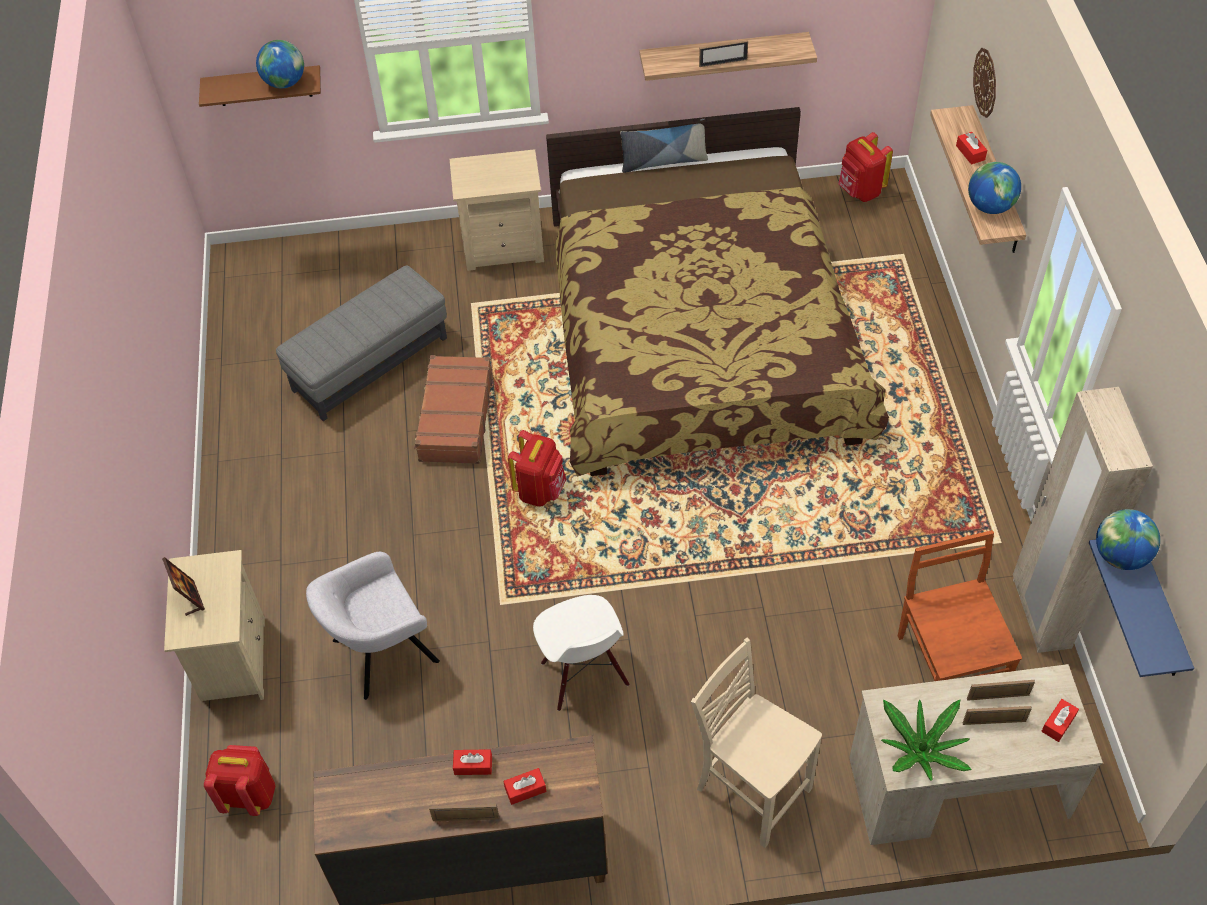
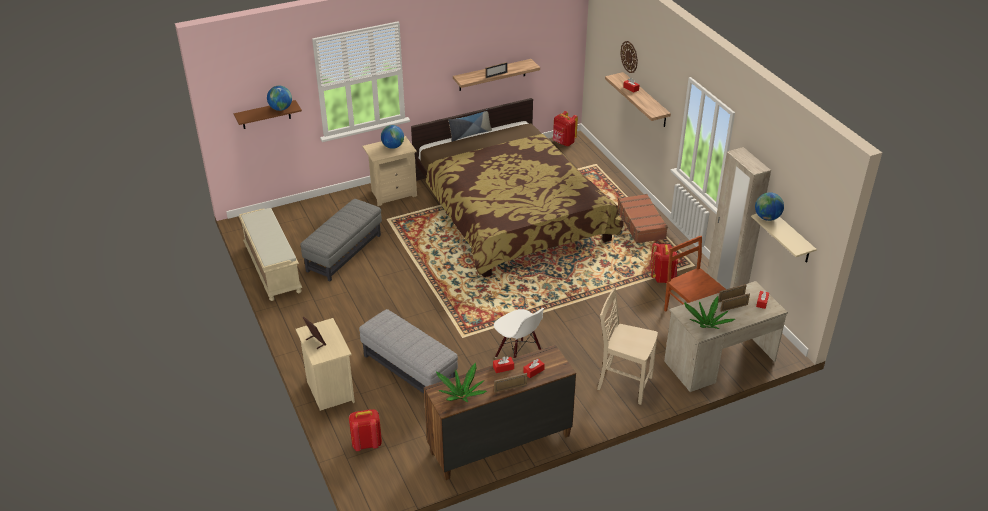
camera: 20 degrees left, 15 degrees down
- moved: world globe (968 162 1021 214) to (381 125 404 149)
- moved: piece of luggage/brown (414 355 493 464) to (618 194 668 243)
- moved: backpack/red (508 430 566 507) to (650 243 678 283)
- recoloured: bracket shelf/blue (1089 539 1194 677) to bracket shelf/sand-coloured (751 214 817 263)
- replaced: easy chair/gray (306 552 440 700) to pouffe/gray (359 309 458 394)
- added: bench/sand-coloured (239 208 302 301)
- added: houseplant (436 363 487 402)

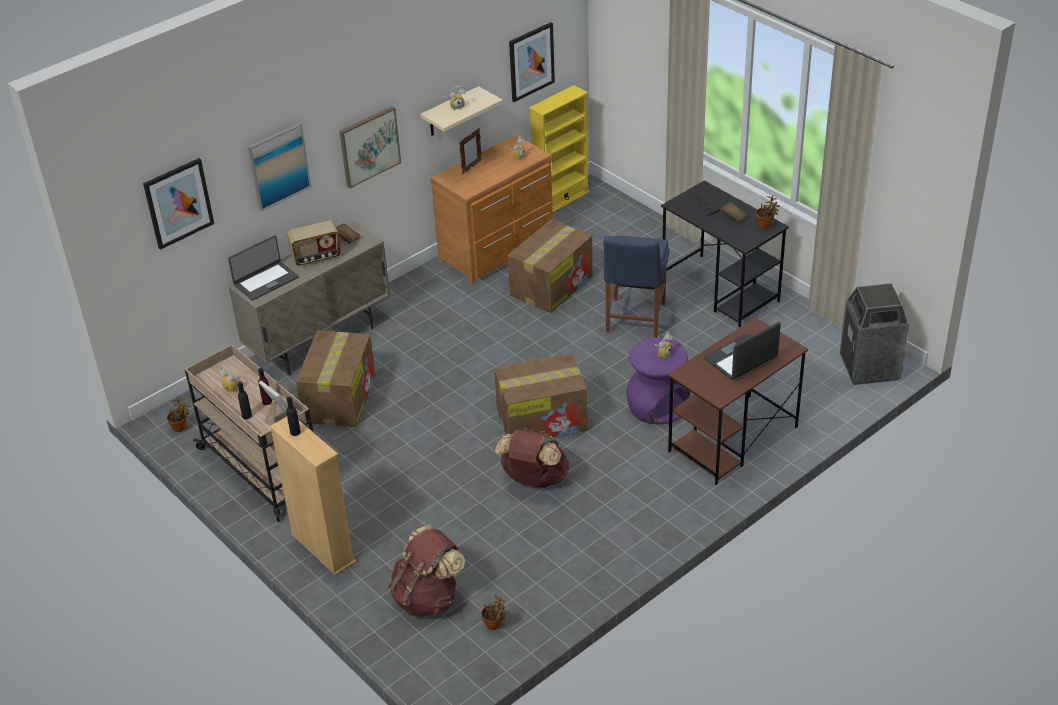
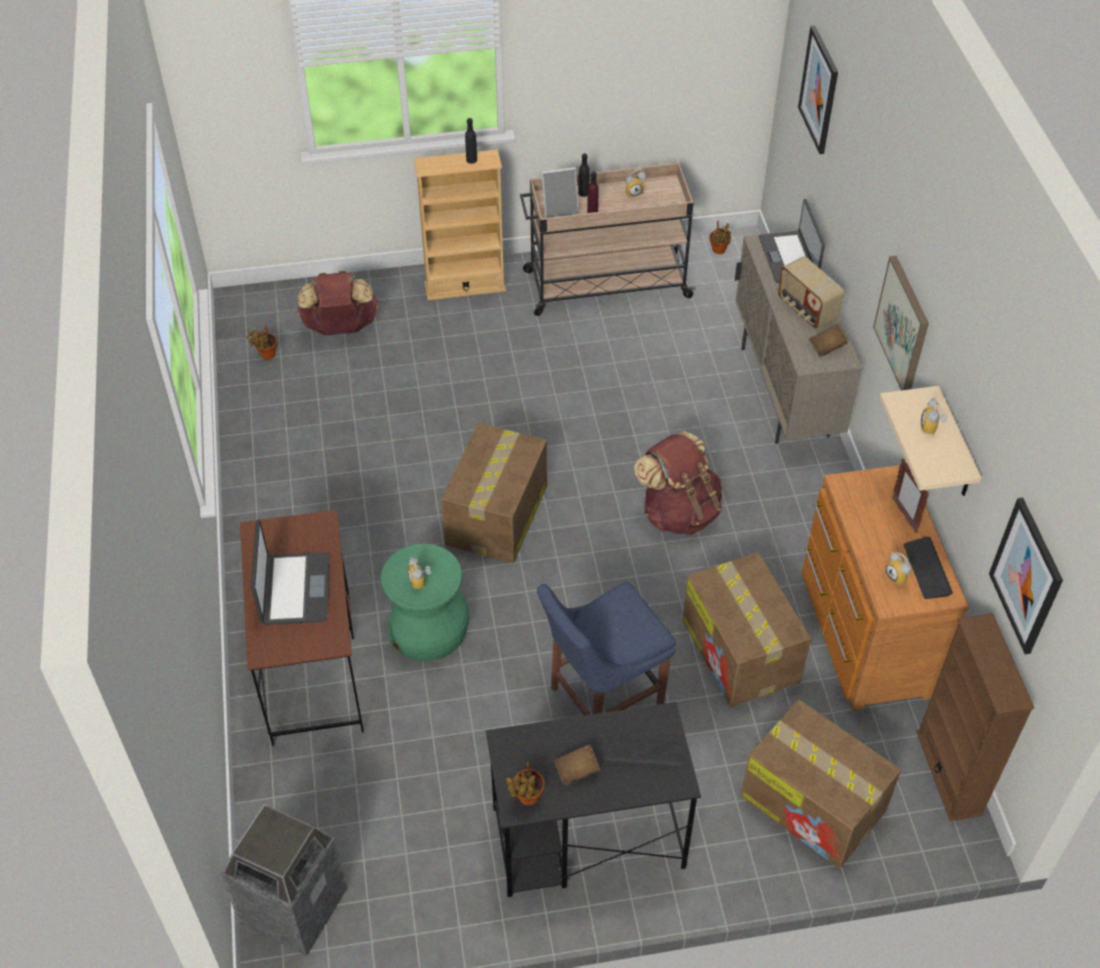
camera: 120 degrees right, 10 degrees up
- recoloured: bookshelf/yellowish (529 85 589 212) to bookshelf/brown (916 613 1034 821)
- removed: wall art (248 123 311 211)
- turned: radio receiver (287 220 341 266) = (778 256 844 329) 45 degrees counterclockwise
- turned: upright chair/blue (603 236 669 337) = (537 582 676 716) 75 degrees counterclockwise
- moved: carton (296 330 376 427) to (741 699 901 869)
- recoloured: stool seat/purple (626 337 690 425) to stool seat/green (380 543 469 661)
- moved: backpack/brown (495 428 570 488) to (634 431 722 535)
- added: keyboard (904 537 953 599)

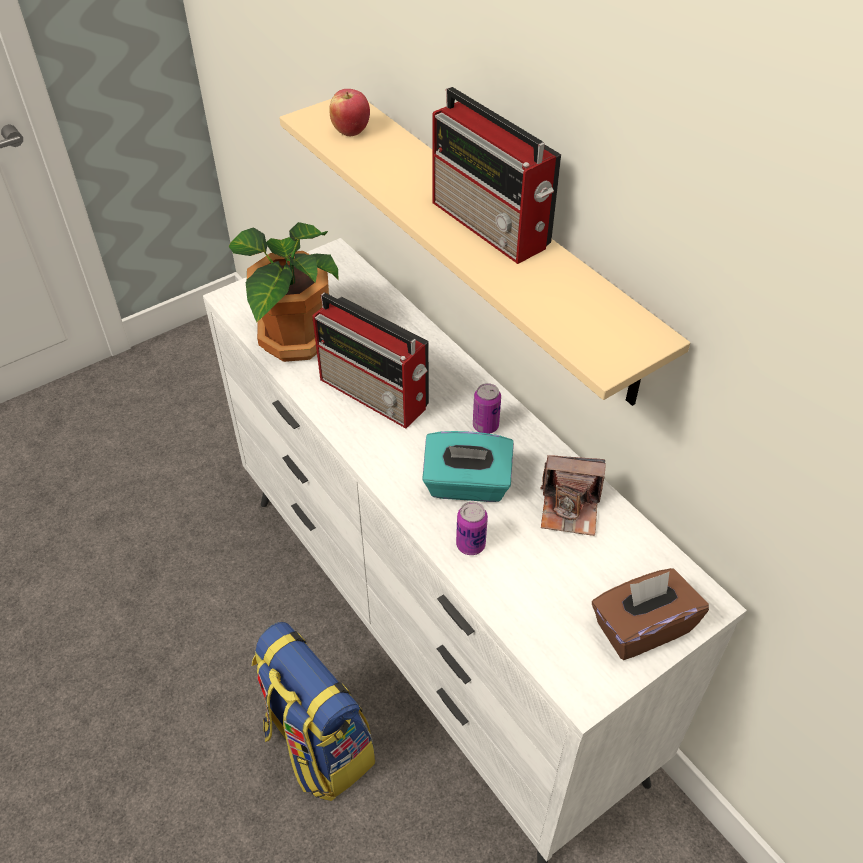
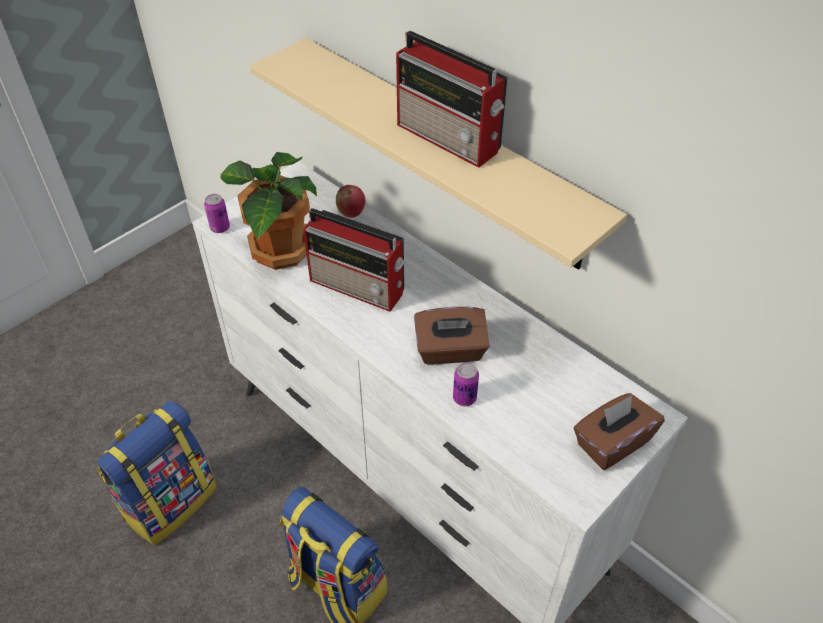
camera: 10 degrees left, 0 degrees up
- moved: whole apple (329 89 370 136) to (336 185 365 218)
- moved: metal can (473 383 501 434) to (204 194 230 233)
- recoloured: tissue box/turquoise (422 431 514 502) to tissue box/brown (414 307 489 364)
- removed: photo camera (540 455 606 536)
- added: backpack (97 400 217 545)

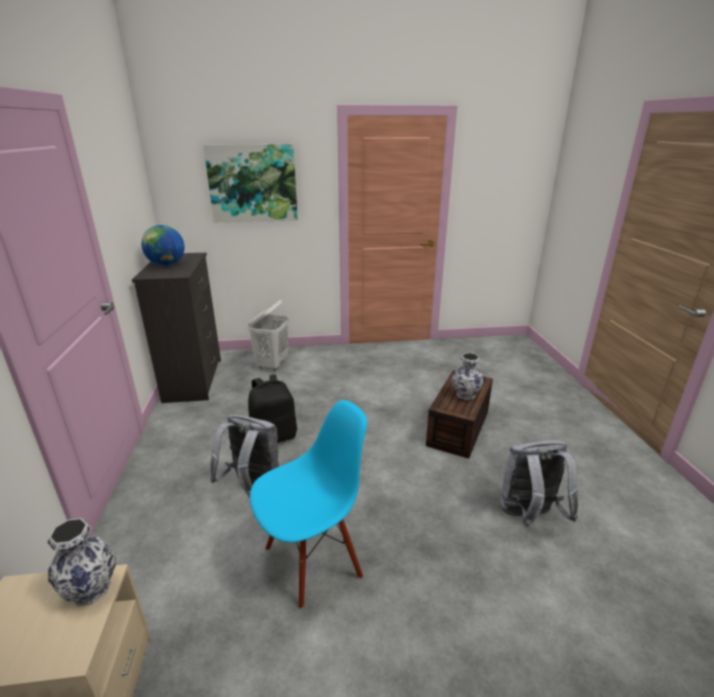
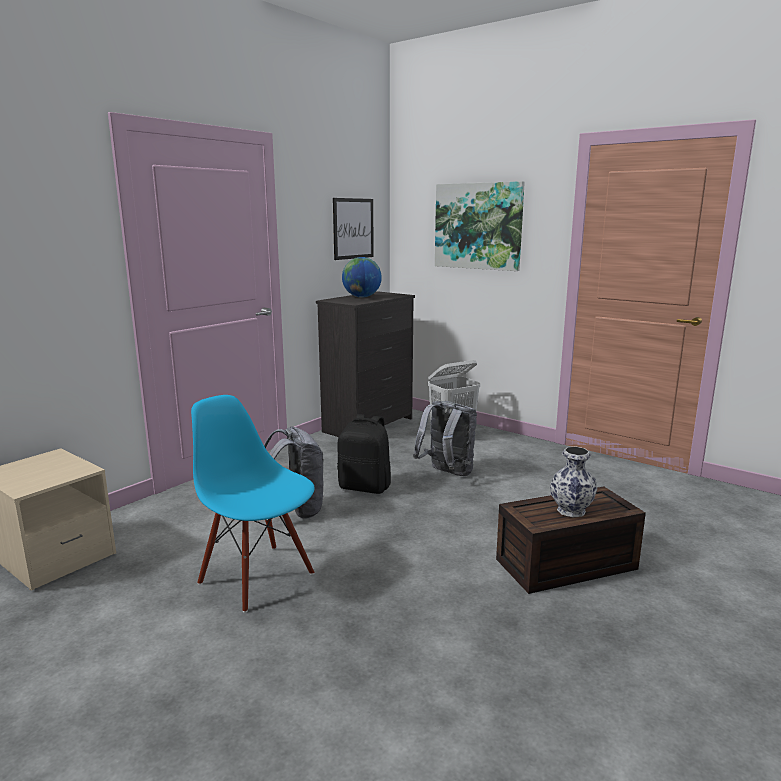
camera: 45 degrees right, 10 degrees down
- turned: upright chair/blue (250 400 367 609) = (191 395 315 613) 150 degrees counterclockwise
- moved: backpack/gray (500 440 578 527) to (413 401 477 476)
- removed: vase (47 518 116 606)
- added: wall art (333 198 374 260)

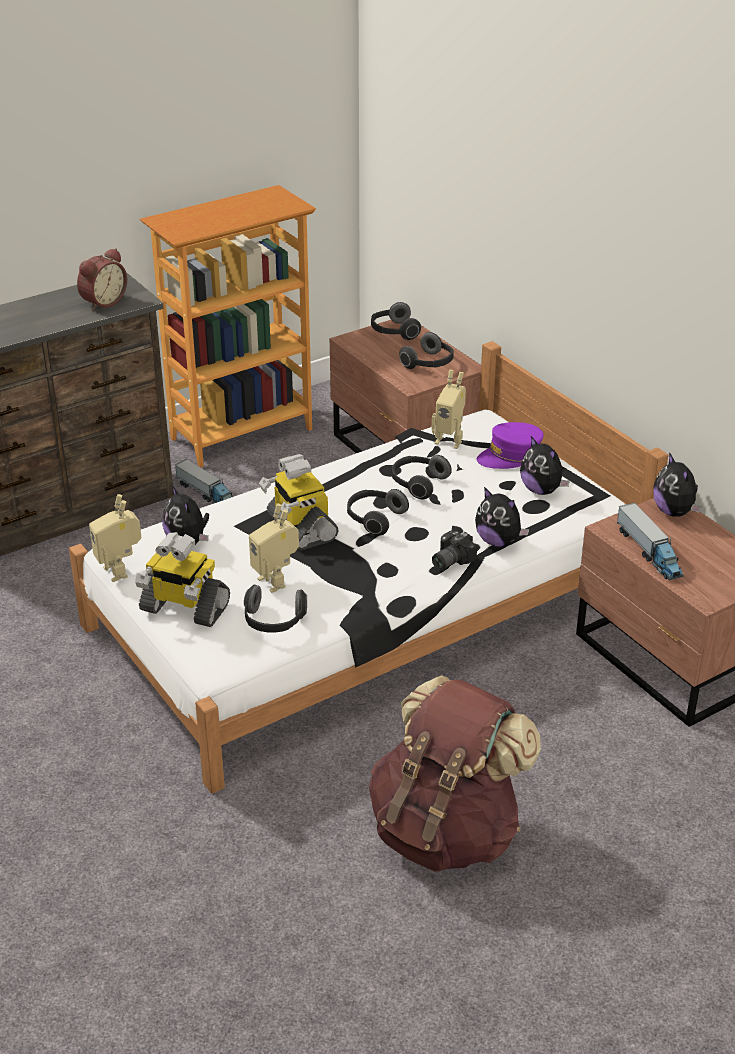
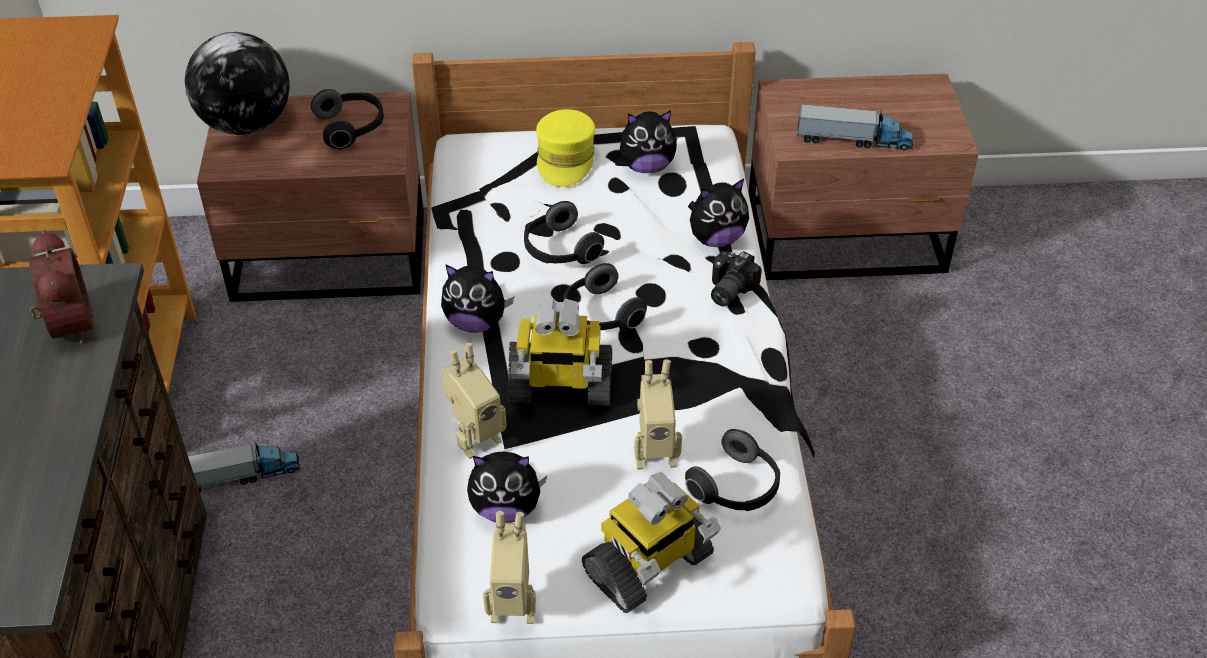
camera: 60 degrees left, 10 degrees up
- replaced: pair of headphones (371 302 421 340) to world globe (185 32 290 135)
- moved: robot figure (432 370 466 449) to (442 343 507 459)
- recoloured: cap/purple (477 422 544 469) to cap/yellowish (536 109 595 187)
- moved: cuddly toy (653 452 701 517) to (441 264 514 333)
- turned: photo camera (432 530 477 570) = (711 251 762 306) 45 degrees clockwise
- removed: backpack/brown (369 675 541 872)

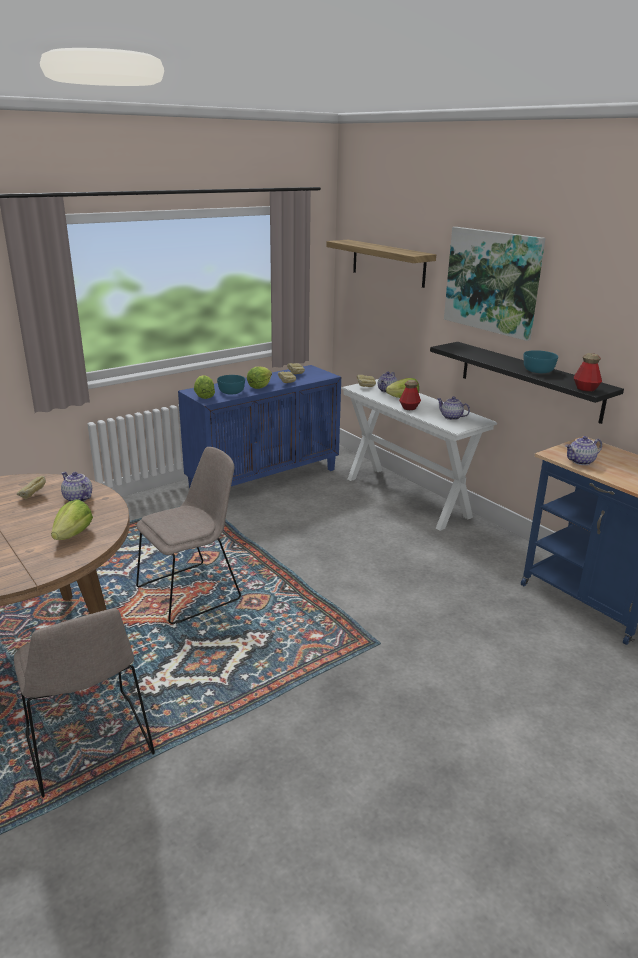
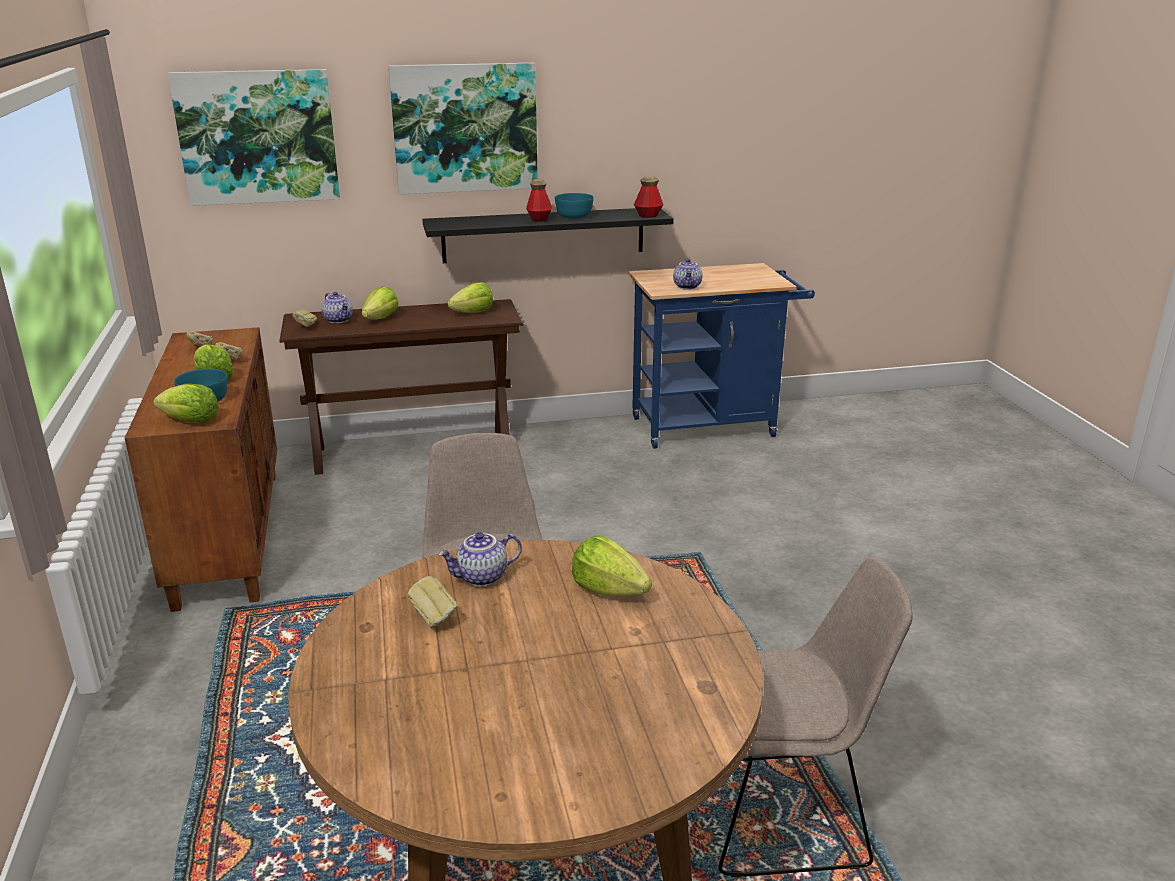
camera: 65 degrees left, 0 degrees up
- replaced: bracket shelf (326 240 436 288) to wall art (168 69 340 206)
- recoloured: cabinet/blue (178 365 341 489) to cabinet/brown (125 327 277 612)
- recoloured: hall table/whitish (341 379 497 531) to hall table/brown (279 299 524 475)
- moved: bottle (399 380 421 410) to (526 179 552 222)
- replaced: tea pot (437 396 470 420) to lettuce (448 282 493 313)

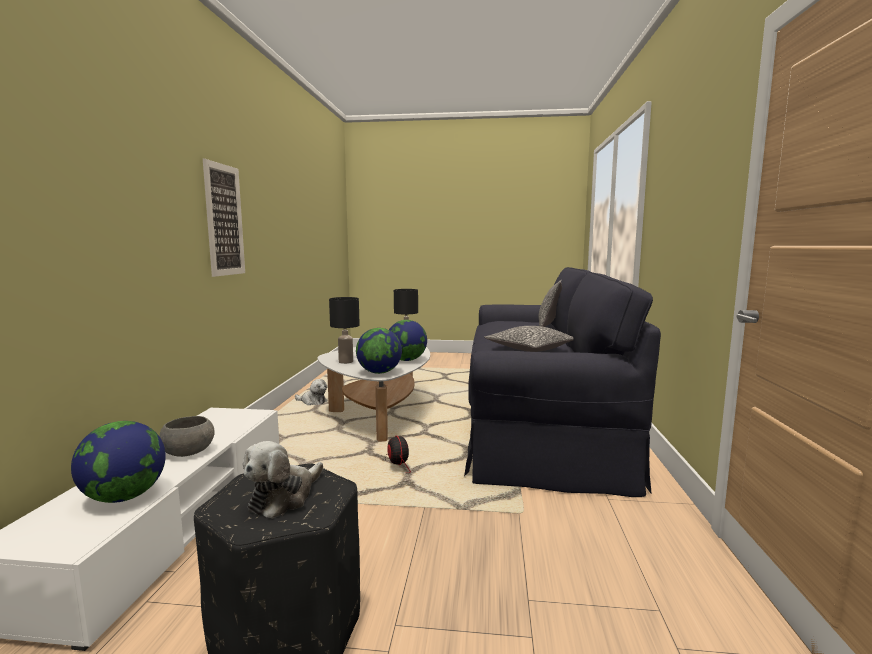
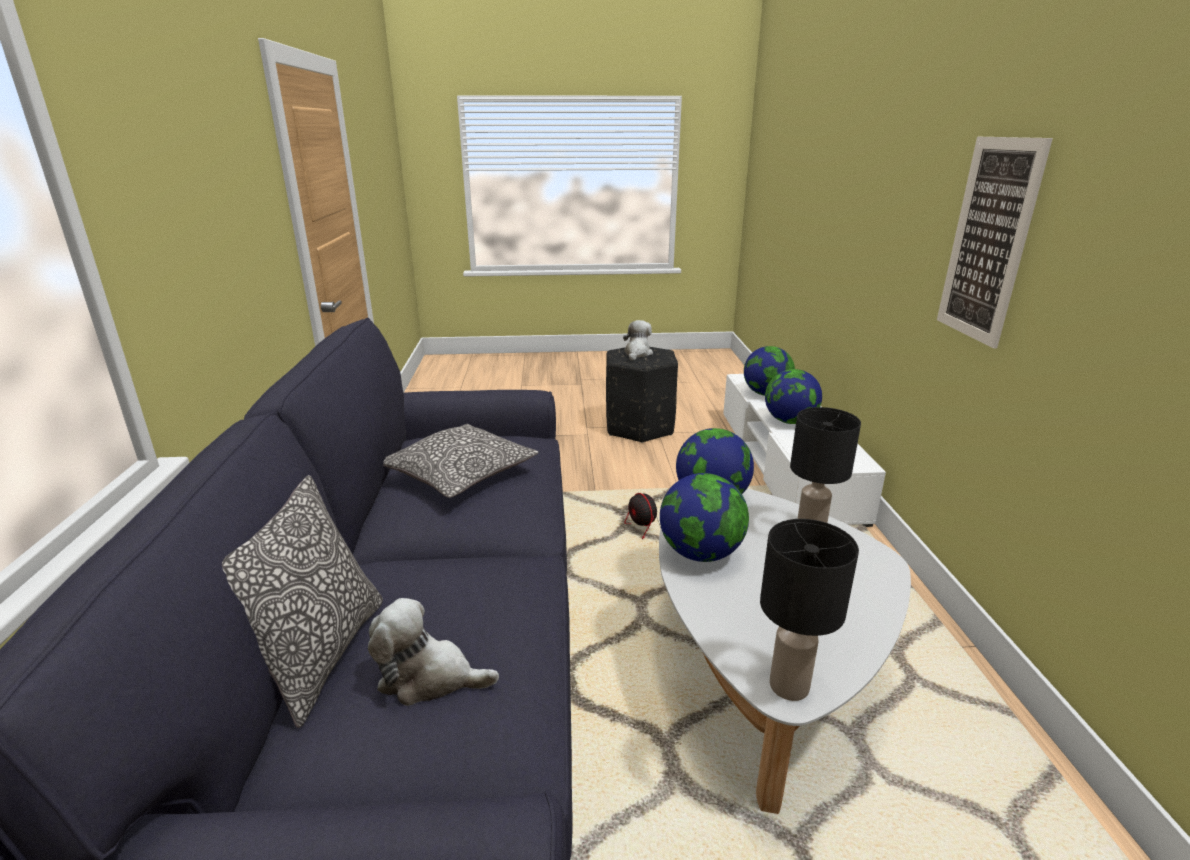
camera: 170 degrees right, 15 degrees up
- moved: cuddly toy (295 379 327 405) to (368 598 499 706)
- replaced: deep dish/gray (159 416 215 457) to world globe (765 369 822 424)

